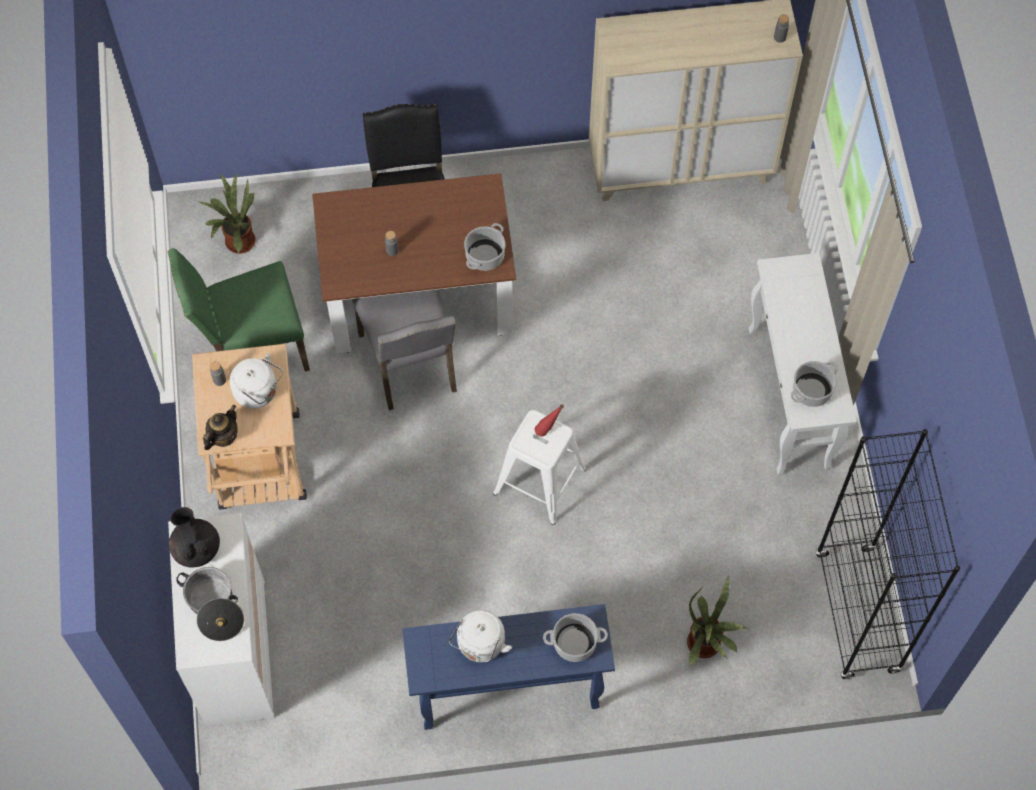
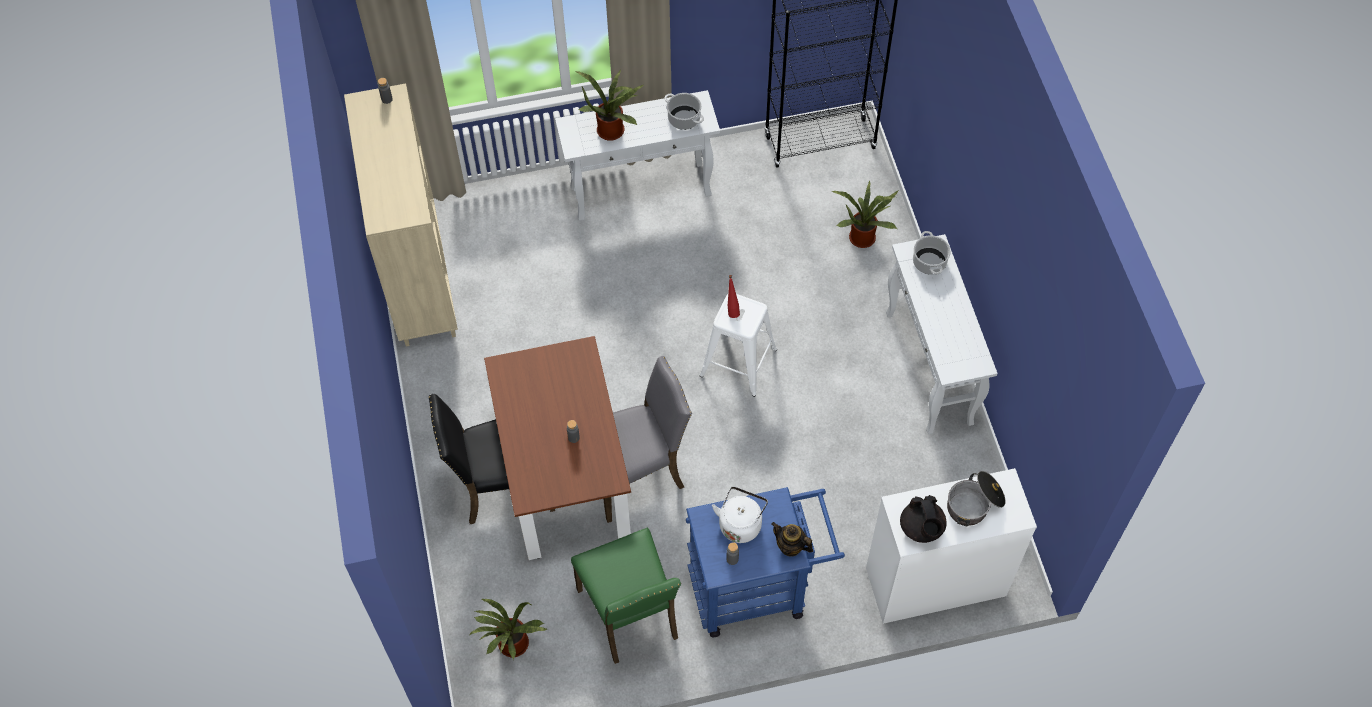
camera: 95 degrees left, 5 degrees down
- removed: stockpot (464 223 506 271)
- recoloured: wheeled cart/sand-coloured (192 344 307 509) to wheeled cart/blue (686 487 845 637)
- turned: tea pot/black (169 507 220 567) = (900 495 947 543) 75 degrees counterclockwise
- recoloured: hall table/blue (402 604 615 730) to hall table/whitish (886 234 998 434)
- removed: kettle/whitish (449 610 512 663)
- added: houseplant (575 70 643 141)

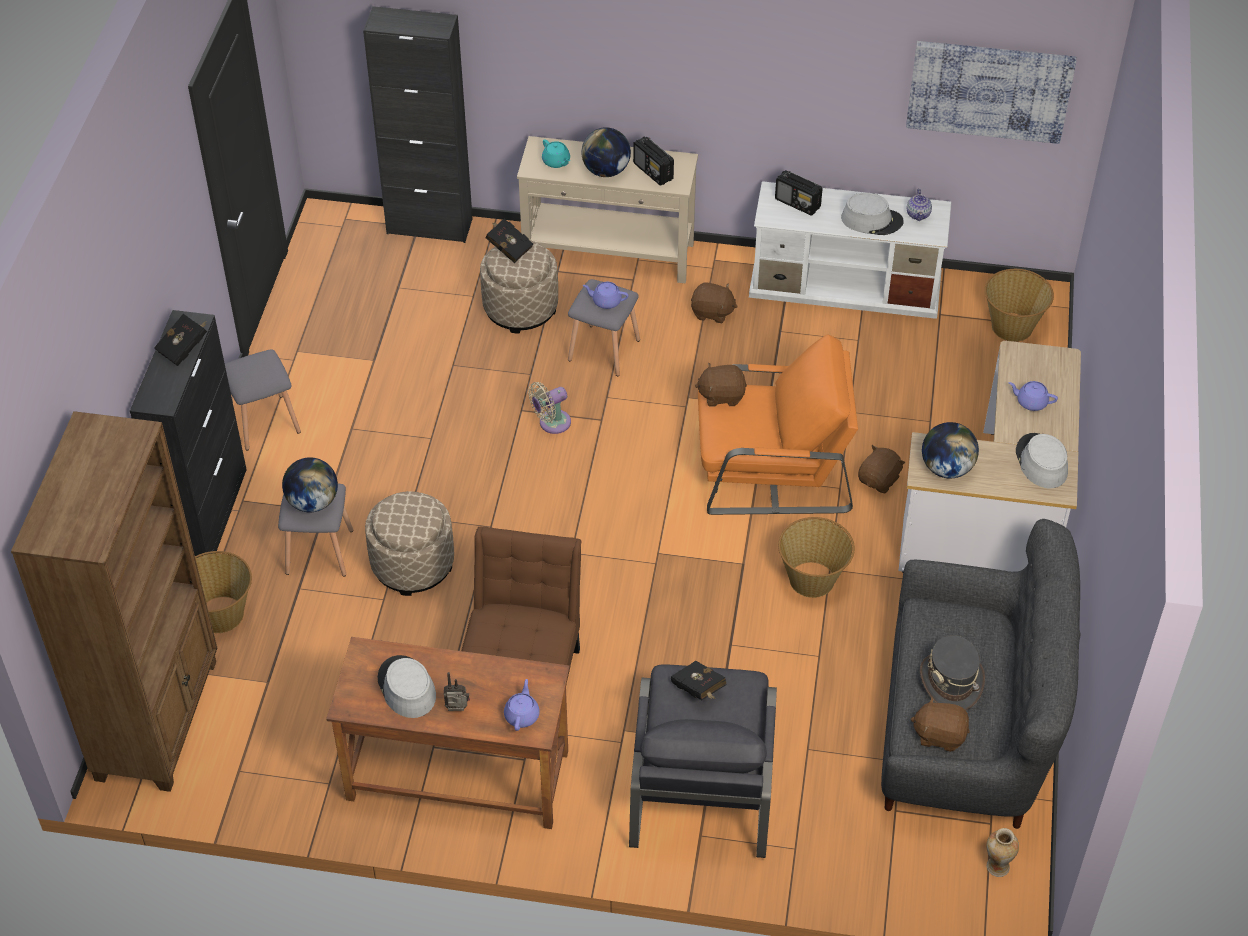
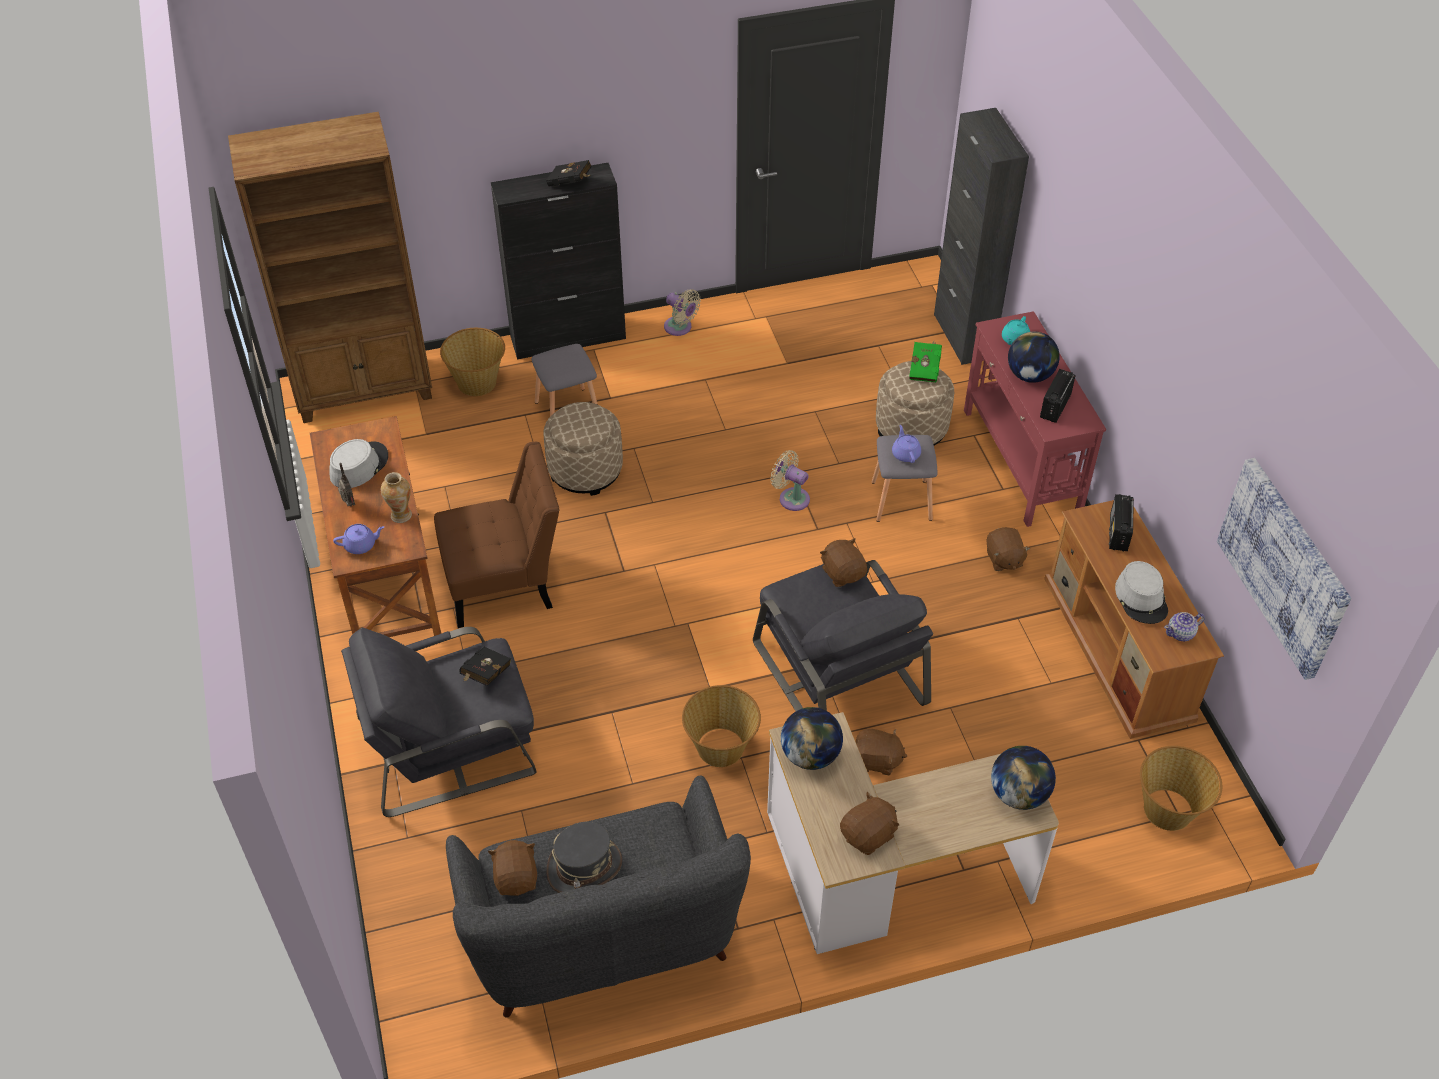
camera: 65 degrees right, 0 degrees up
- recoloured: hall table/sand-coloured (517 136 698 283) to hall table/red (964 311 1106 527)
- recoloured: tv unit/whitish (749 181 951 319) to tv unit/brown (1044 500 1224 739)
- recoloured: book/black (485 219 533 263) to book/green (909 342 942 382)
- recoloured: easy chair/orange (698 335 858 515) to easy chair/gray (753 560 933 711)
- replaced: stool seat/gray (225 350 301 450) to electric fan/sand-coloured (664 289 701 336)
- removed: tea pot/purple (1009 381 1058 411)
- replaced: hat/gray (1016 433 1068 489) to cuddly toy/brown (840 792 899 855)
- moved: world globe (282 457 338 512) to (991 746 1056 810)
- moved: vase (986 828 1019 877) to (381 472 412 523)

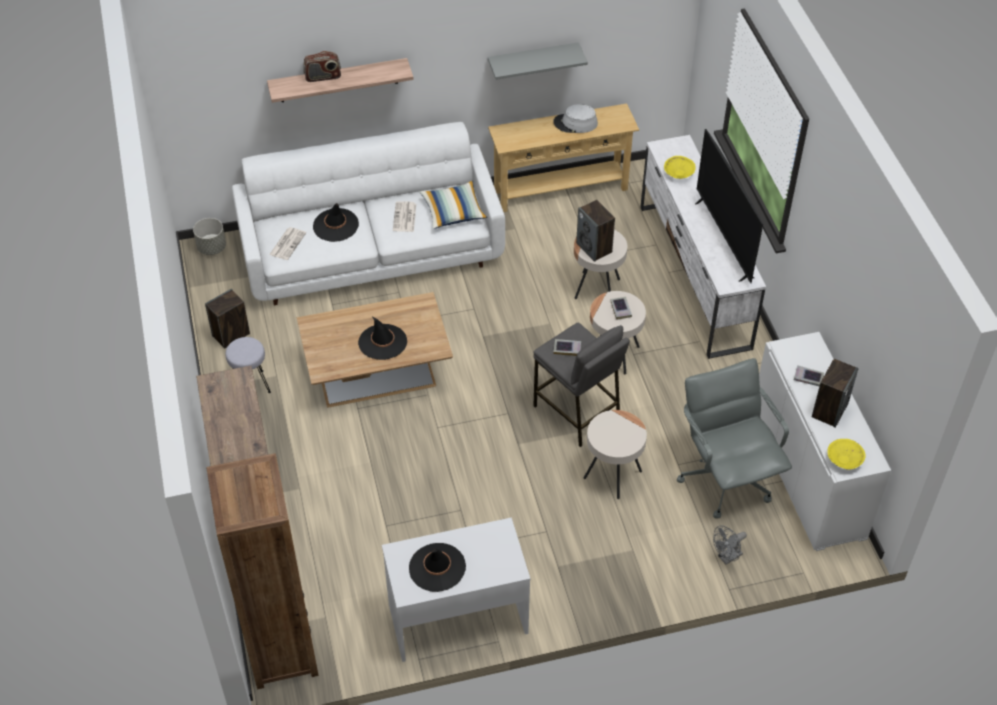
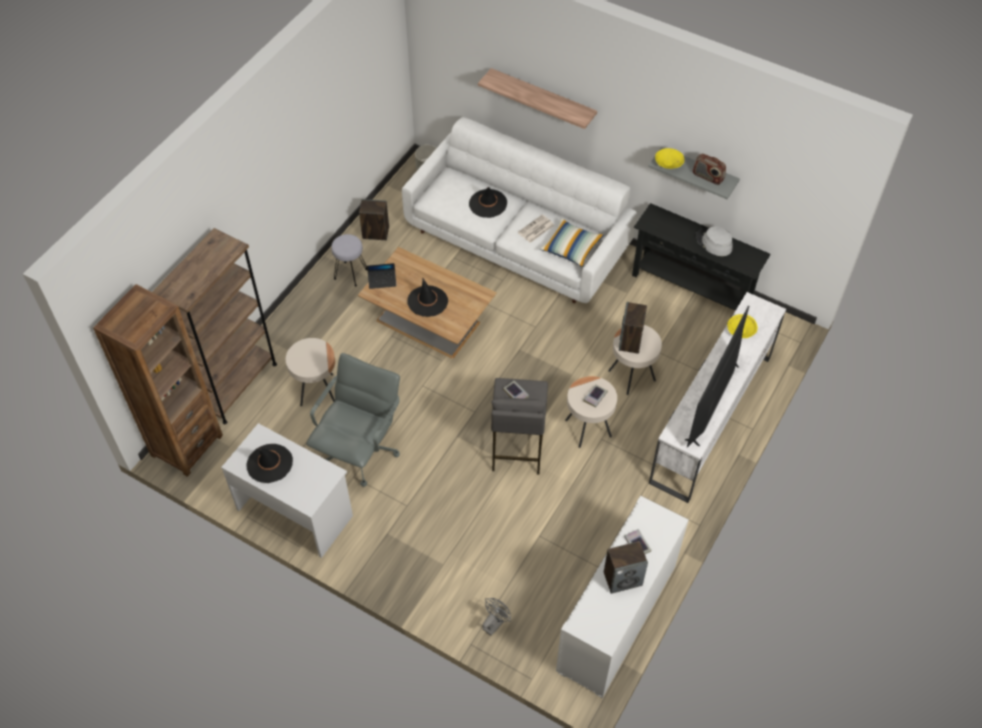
camera: 45 degrees right, 5 degrees up
- moved: radio receiver (303 51 341 82) to (692 154 726 185)
- recoloured: hall table/sand-coloured (488 104 639 212) to hall table/black (632 203 771 311)
- removed: printed paper (269 227 306 260)
- moved: computer chair/gray (677 358 792 519) to (306 353 400 487)
- moved: side table/sand-coloured (584 410 647 499) to (286 338 335 406)
- moved: deep dish/yellowish (827 439 866 470) to (655 148 685 169)
- turned: electric fan/gray (713 525 747 565) = (482 598 511 636) 120 degrees clockwise
- added: laptop (367 263 397 289)

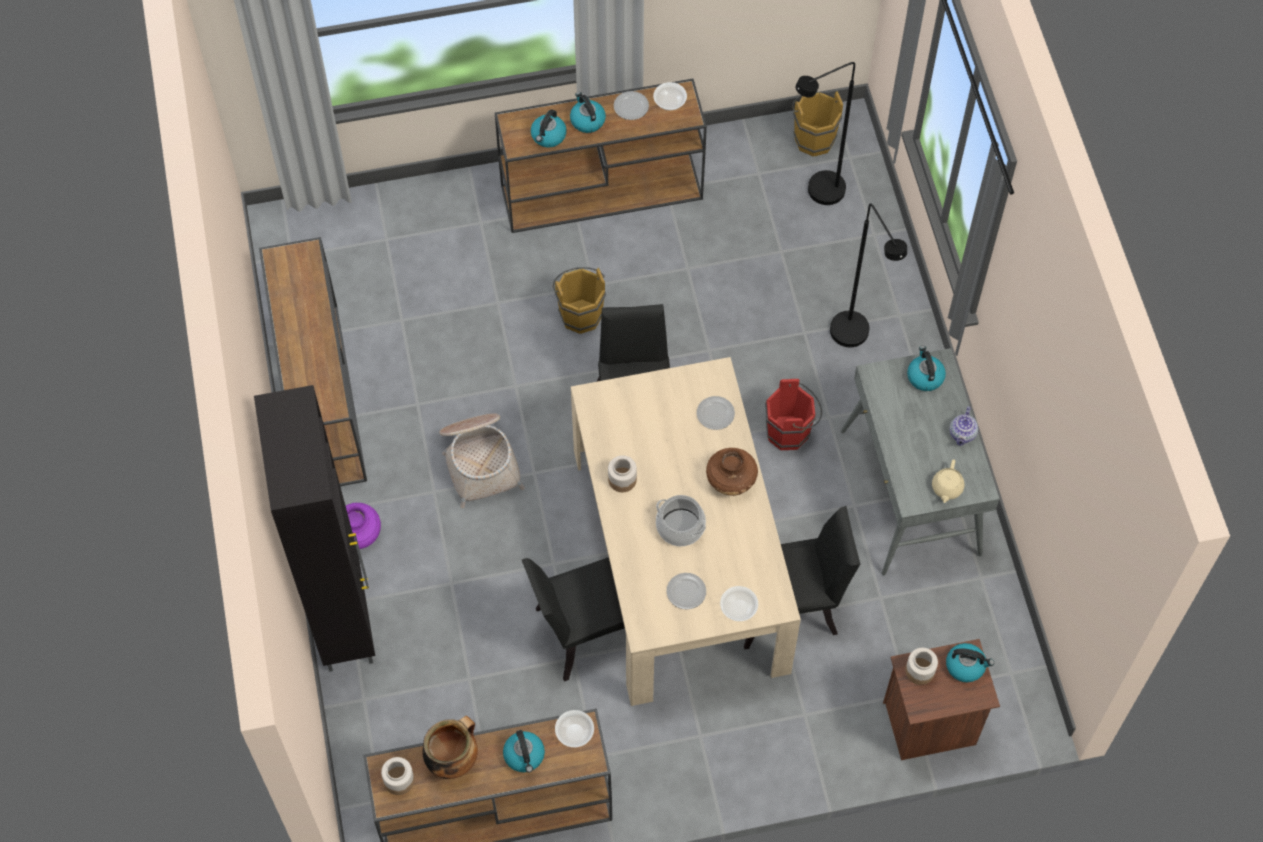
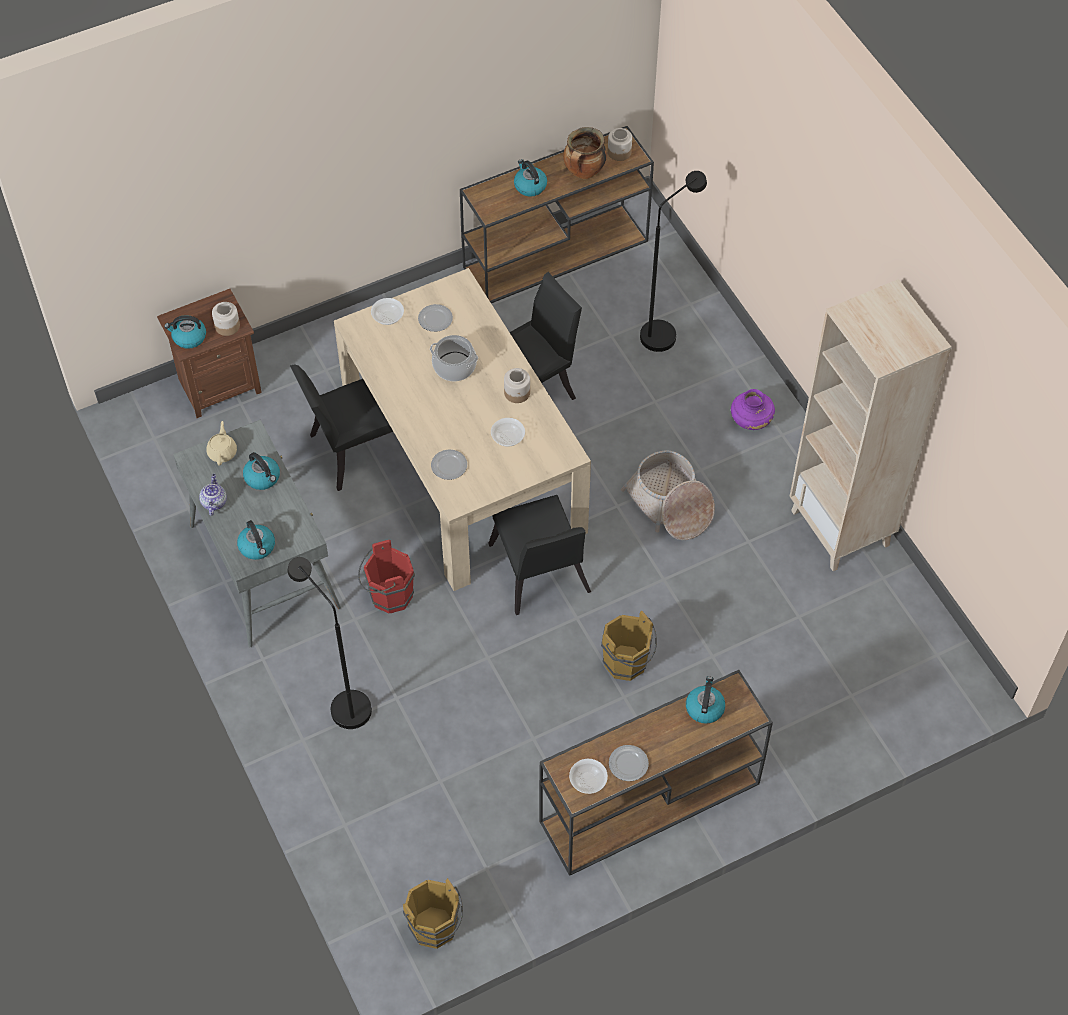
camera: 165 degrees right, 5 degrees down
- moved: standing lamp/black (796 62 855 205) to (640 171 707 352)
- moved: kettle (570 92 606 133) to (243 452 280 490)
- replaced: hall table/brown (259 237 367 486) to bookshelf/sand-coloured (789 279 951 571)
- removed: cabinet/black (254 385 375 672)
- removed: vase/brown (706 448 758 496)
- moved: deep dish (555 710 594 747) to (491 418 525 447)

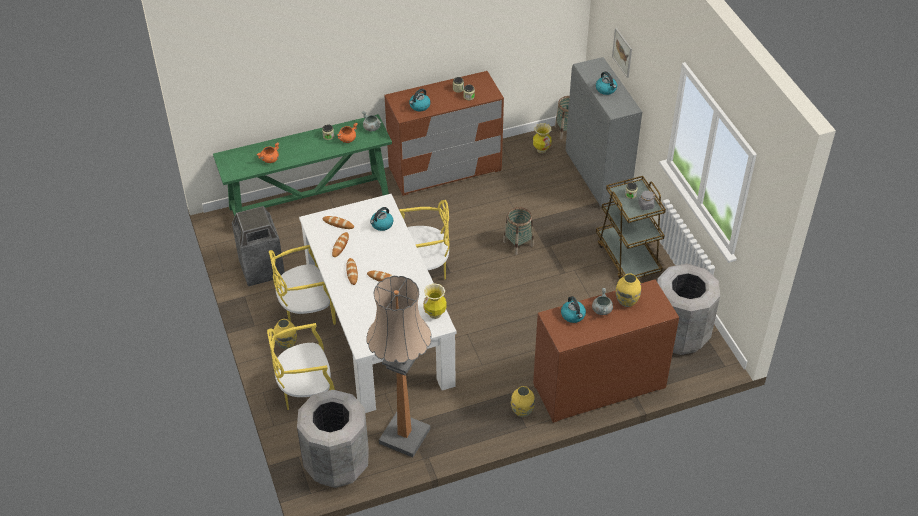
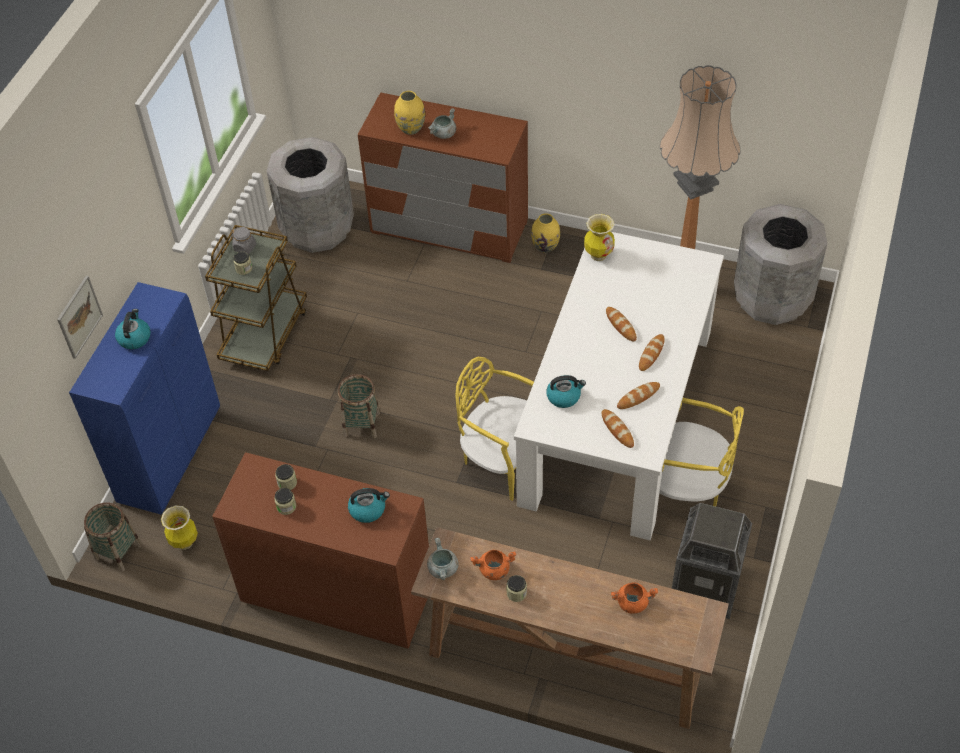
camera: 140 degrees left, 5 degrees up
- recoloured: cabinet/gray (566 57 642 208) to cabinet/blue (69 282 220 515)
- recoloured: hall table/green (213 114 392 217) to hall table/brown (411 527 729 729)
- removed: kettle (561 296 586 323)
- removed: vase/yellowish (274 319 297 349)
- removed: upright chair/yellowish (267 323 335 410)

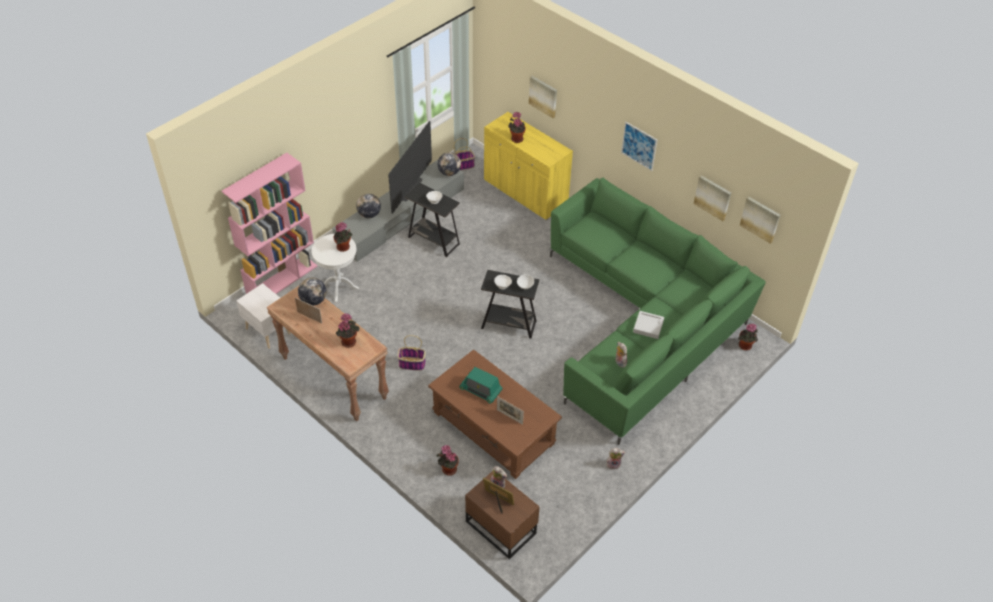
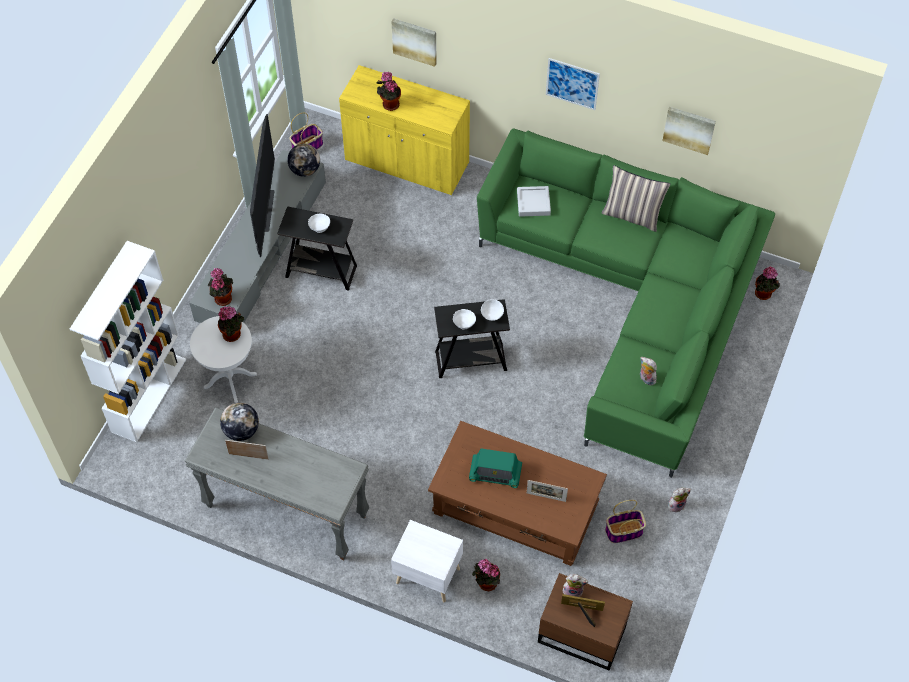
camera: 20 degrees left, 10 degrees up
- recoloured: bookshelf/pink (221 153 317 294) to bookshelf/whitish (70 241 186 442)
- removed: world globe (356 194 381 218)
- removed: wall art (740 197 780 244)
- moved: bedside table/whitish (236 283 291 349) to (391 520 463 602)
- recoloured: hall table/brown (267 286 389 422) to hall table/gray (185 407 369 560)
- moved: tray/gray (633 311 664 339) to (517 186 551 217)
- moved: houseplant (336 313 360 348) to (208 268 233 306)
- moved: household basket (397 335 426 371) to (605 500 646 543)
- added: throw pillow (602 165 670 232)

